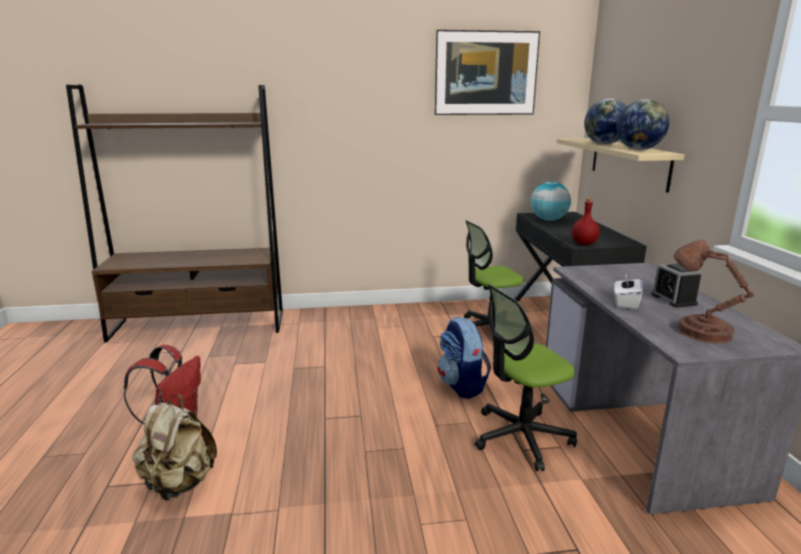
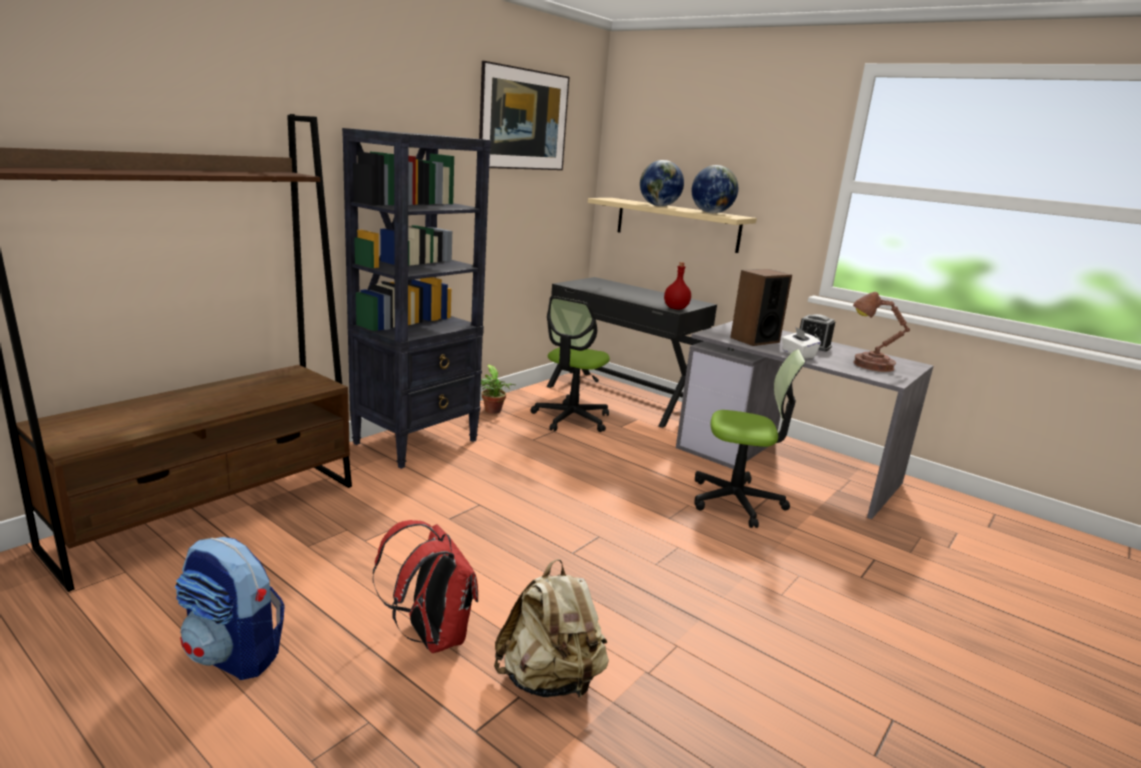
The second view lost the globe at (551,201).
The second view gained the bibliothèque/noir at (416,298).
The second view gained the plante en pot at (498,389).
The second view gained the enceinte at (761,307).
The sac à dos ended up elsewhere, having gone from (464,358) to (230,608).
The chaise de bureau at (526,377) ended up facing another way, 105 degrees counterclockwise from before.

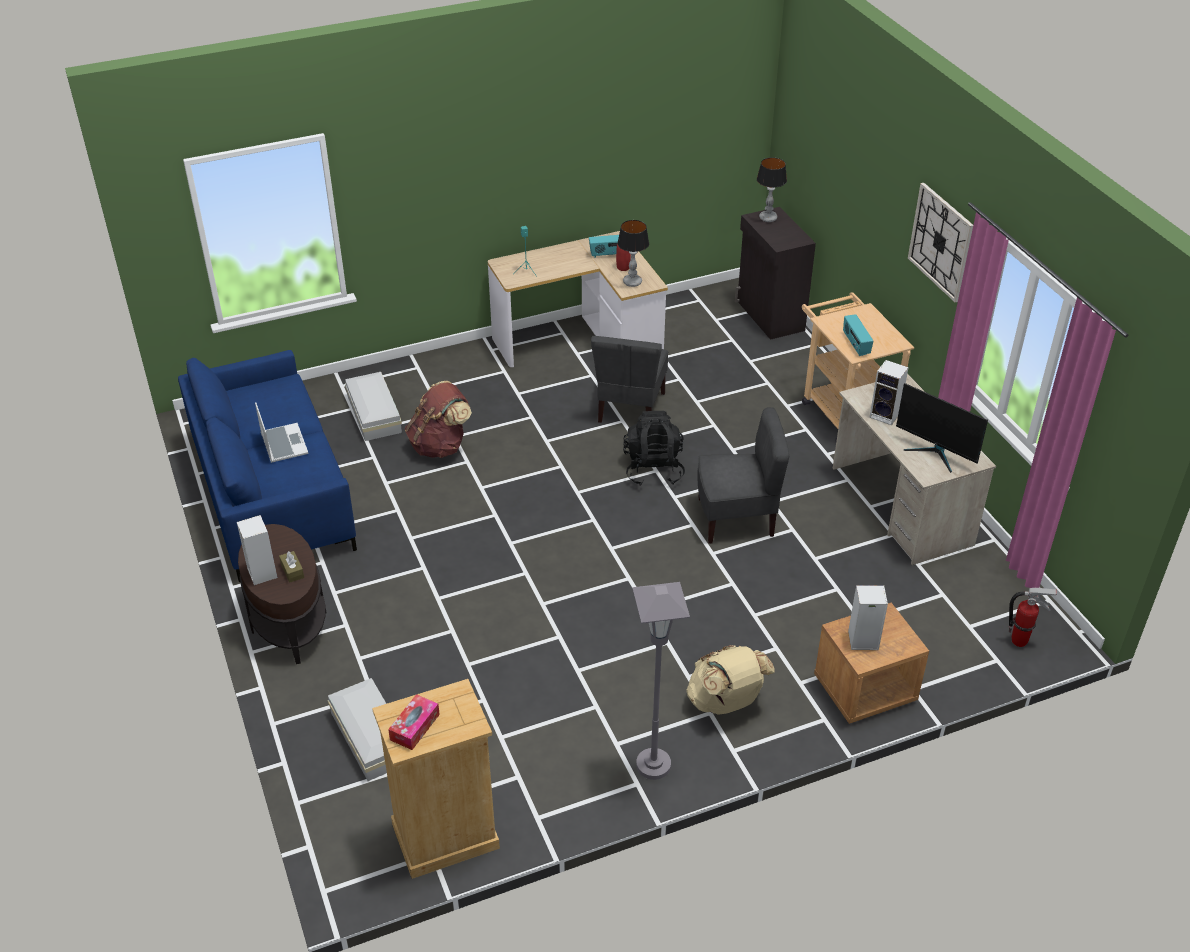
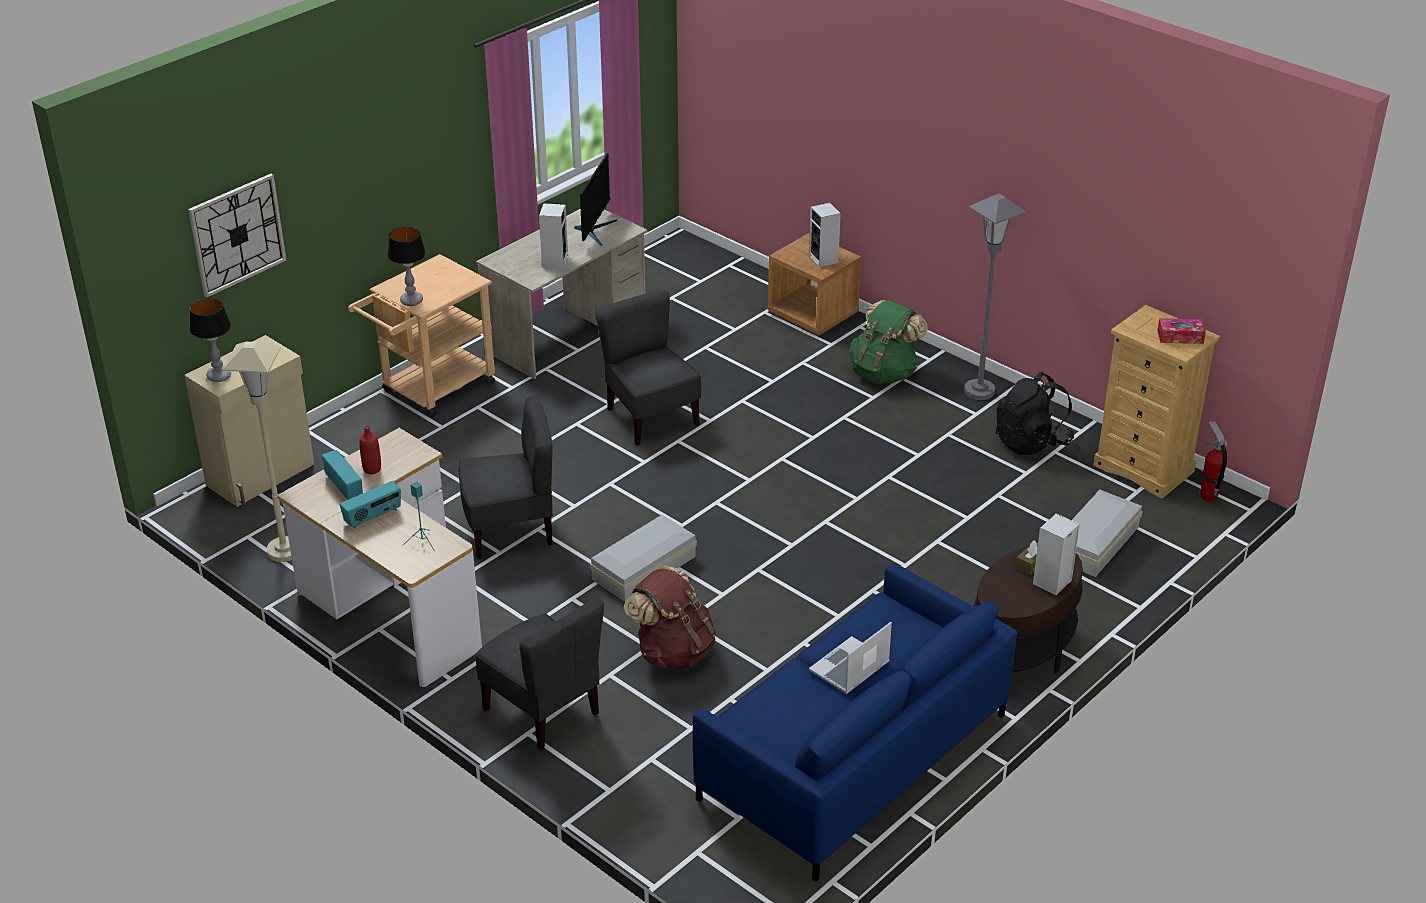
The second view gained the lampadaire/beige at (257,452).
The second view gained the chaise/gris at (539,674).
The boîte de rangement/blanc ended up elsewhere, having gone from (373,406) to (643,558).
The lampe de table ended up elsewhere, having gone from (633,253) to (407,266).
The sac à dos/noir ended up elsewhere, having gone from (654,448) to (1035,413).
The radio ended up elsewhere, having gone from (858,335) to (370,505).
The horloge murale ended up elsewhere, having gone from (940,242) to (237,236).
The extincteur ended up elsewhere, having gone from (1033,617) to (1213,461).
What was the sac à dos/beige at (730,680) turned into the sac à dos/vert at (888,342).
What was the meuble de rangement/noir at (775,273) turned into the meuble de rangement/beige at (249,421).

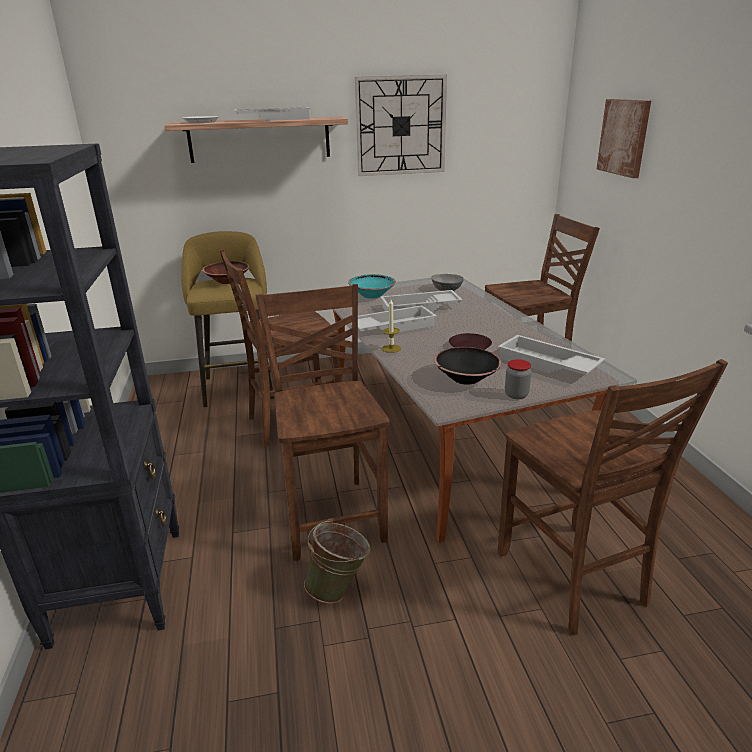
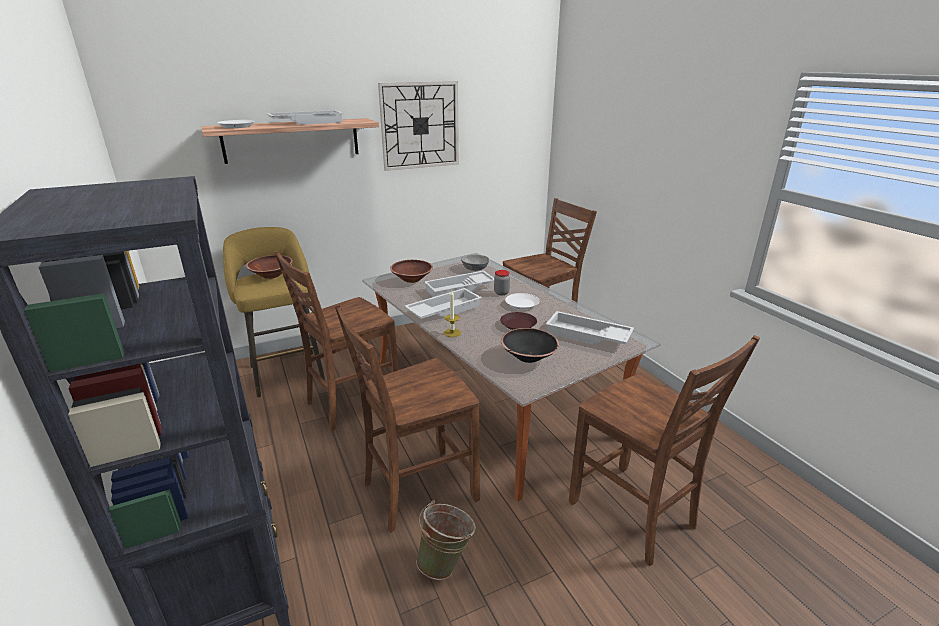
The second view lost the tableau at (624,138).
The second view gained the assiette/blanc at (522,301).
The bocal ended up elsewhere, having gone from (518,379) to (502,282).
What was the bol/turquoise at (372,286) turned into the bol/marron at (411,271).
The chaise/marron at (322,422) ended up facing another way, 90 degrees counterclockwise from before.

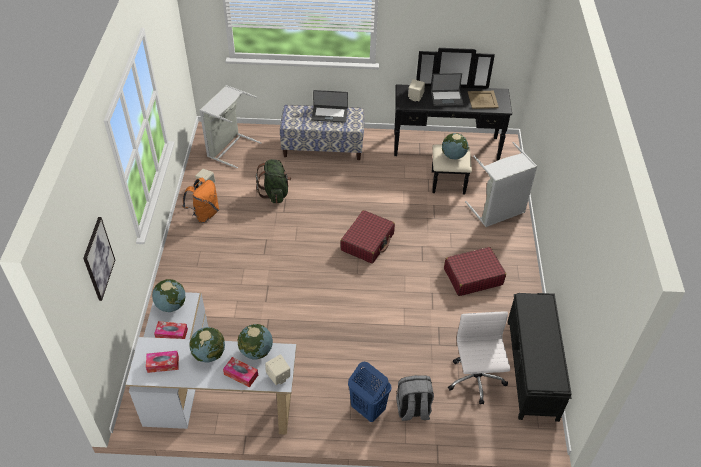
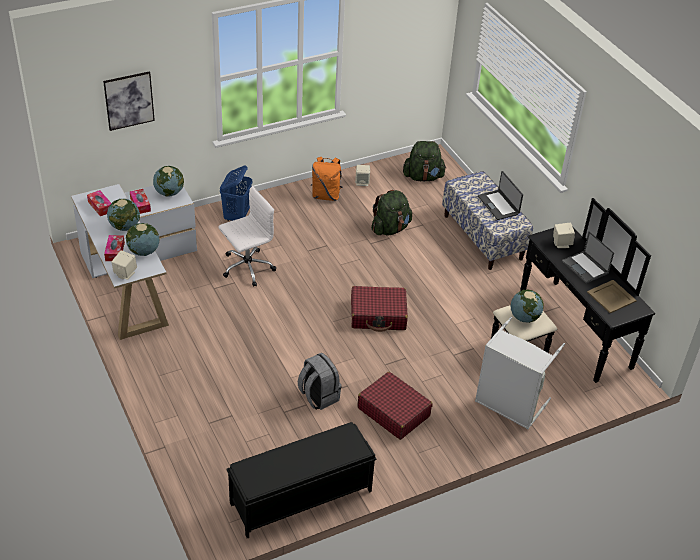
The panier à linge/bleu ended up elsewhere, having gone from (369,392) to (236,193).
The sac à dos/gris ended up elsewhere, having gone from (415,398) to (320,381).
The chaise de bureau/blanc ended up elsewhere, having gone from (479,357) to (247,236).
Where the panier à linge/gris stood at (230,126), the sac à dos/vert came to stand at (425,161).

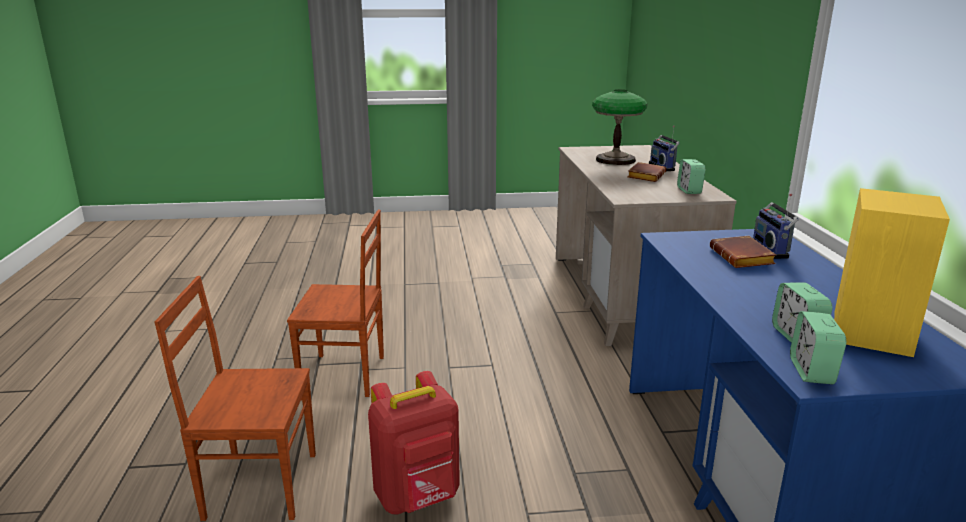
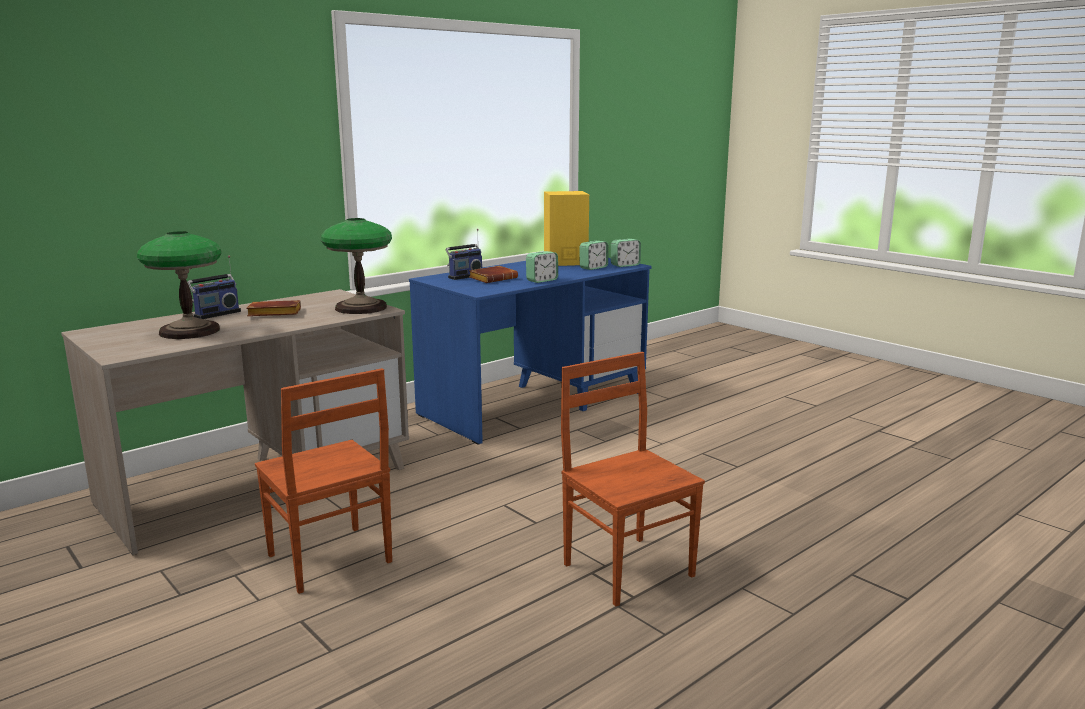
The second view lost the sac à dos/rouge at (414,442).
The second view gained the lampe de table at (356,266).
The chaise/marron ended up elsewhere, having gone from (235,398) to (323,481).
The réveil ended up elsewhere, having gone from (691,176) to (542,267).

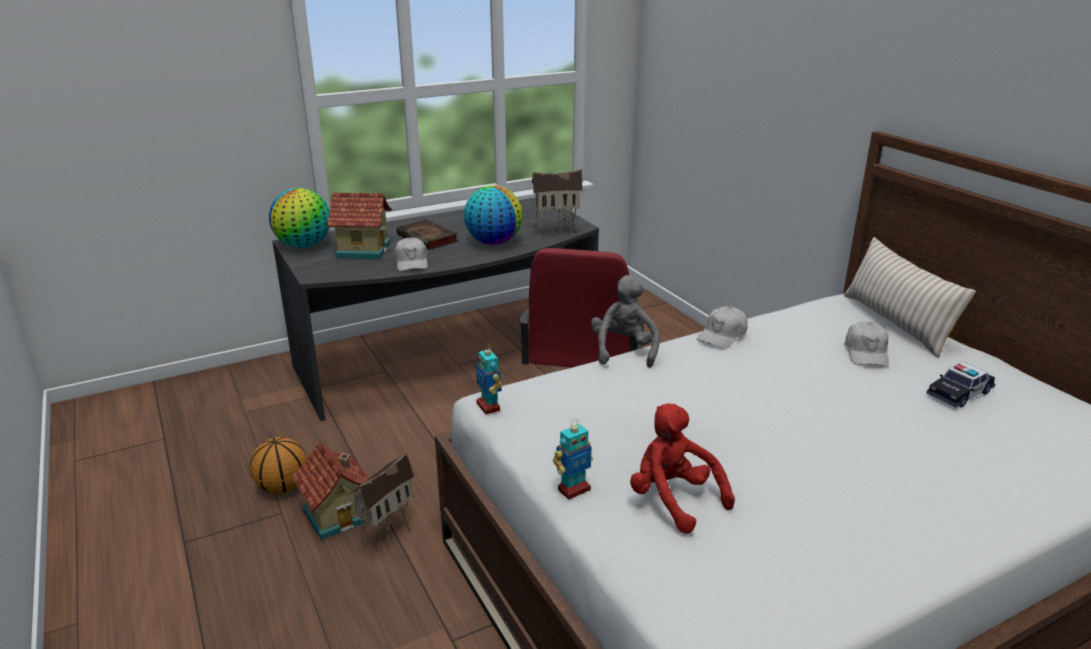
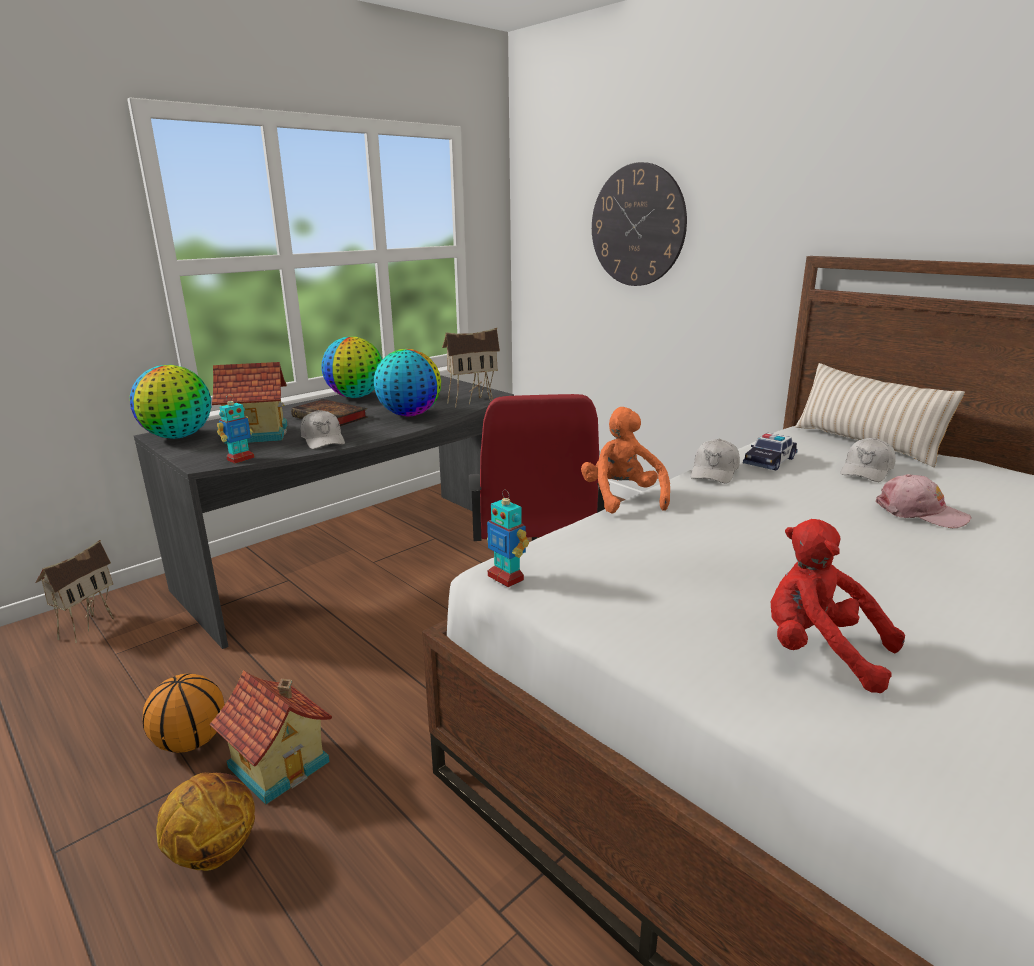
The second view gained the ballon de basket at (205,821).
The second view gained the globe at (352,367).
The second view gained the horloge murale at (639,224).
The second view gained the casquette/rose at (924,501).
The maison miniature ended up elsewhere, having gone from (381,505) to (74,591).
The robot jouet ended up elsewhere, having gone from (573,459) to (235,430).
The petite voiture ended up elsewhere, having gone from (960,385) to (770,452).
What was the peluche/gris at (625,321) turned into the peluche/orange at (625,460).
The casquette/blanc at (866,344) ended up facing another way, 45 degrees clockwise from before.

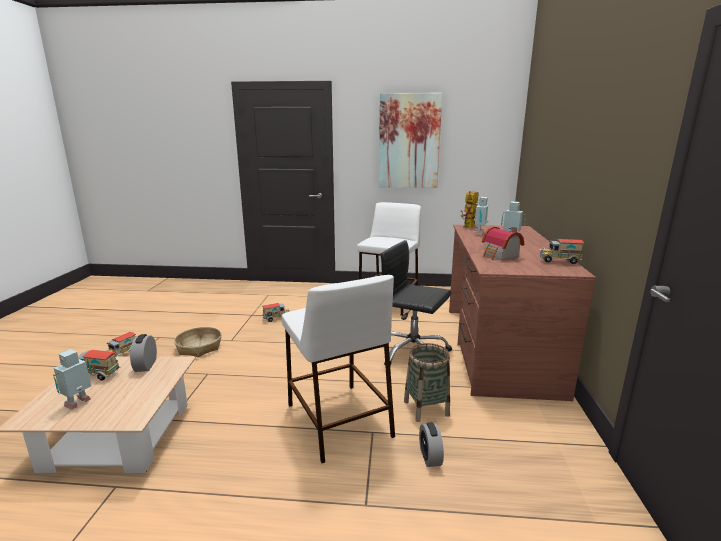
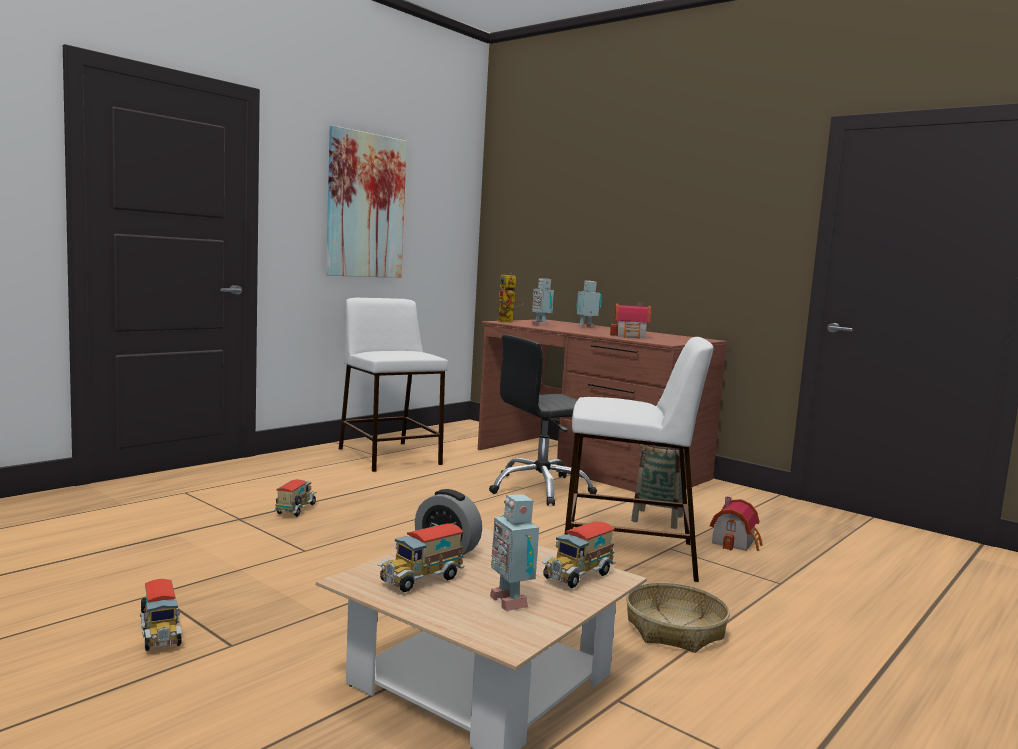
The panier ended up elsewhere, having gone from (198,342) to (678,617).
The camion jouet ended up elsewhere, having gone from (562,251) to (578,554).
Where the réveil stood at (431,444), the maison miniature came to stand at (736,523).

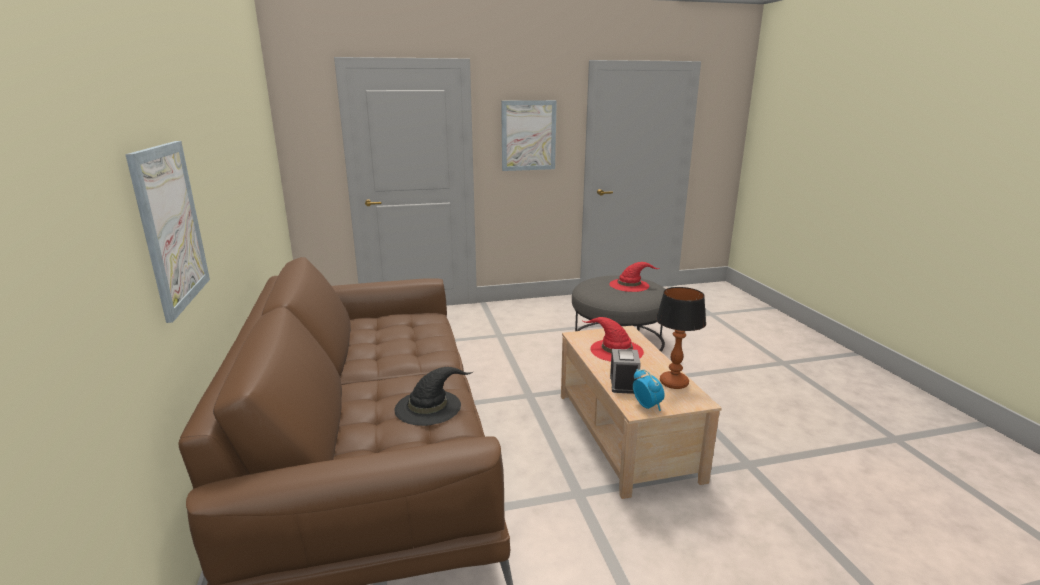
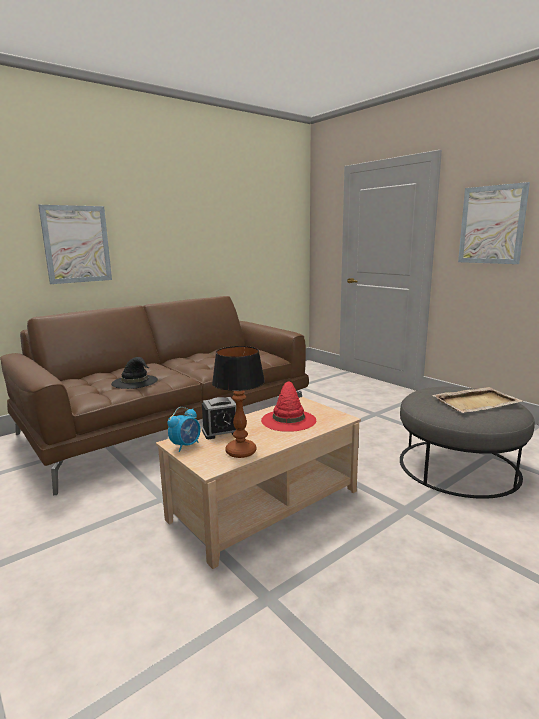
Where the chapeau/rouge stood at (634,277), the plateau/beige came to stand at (477,400).

